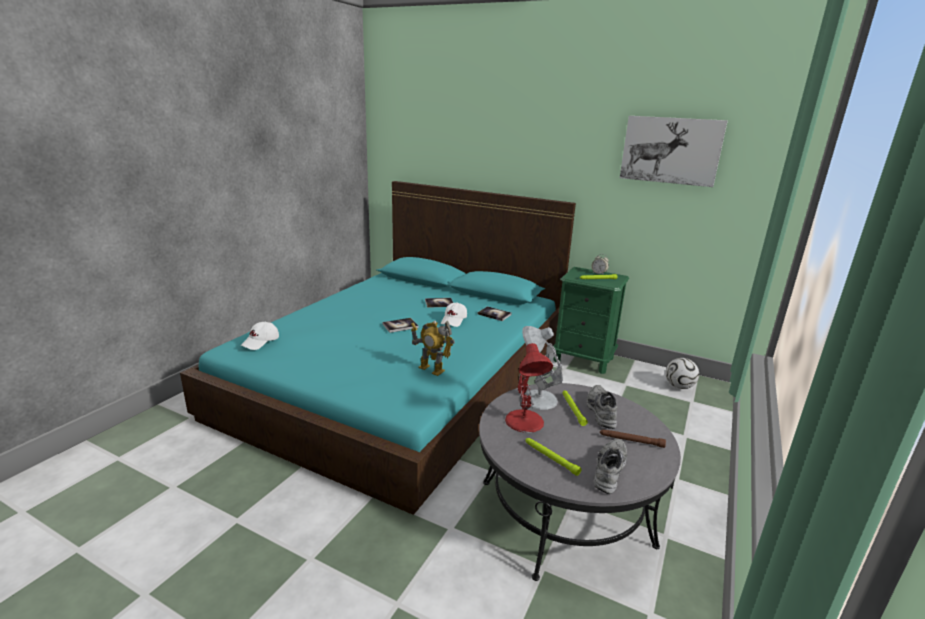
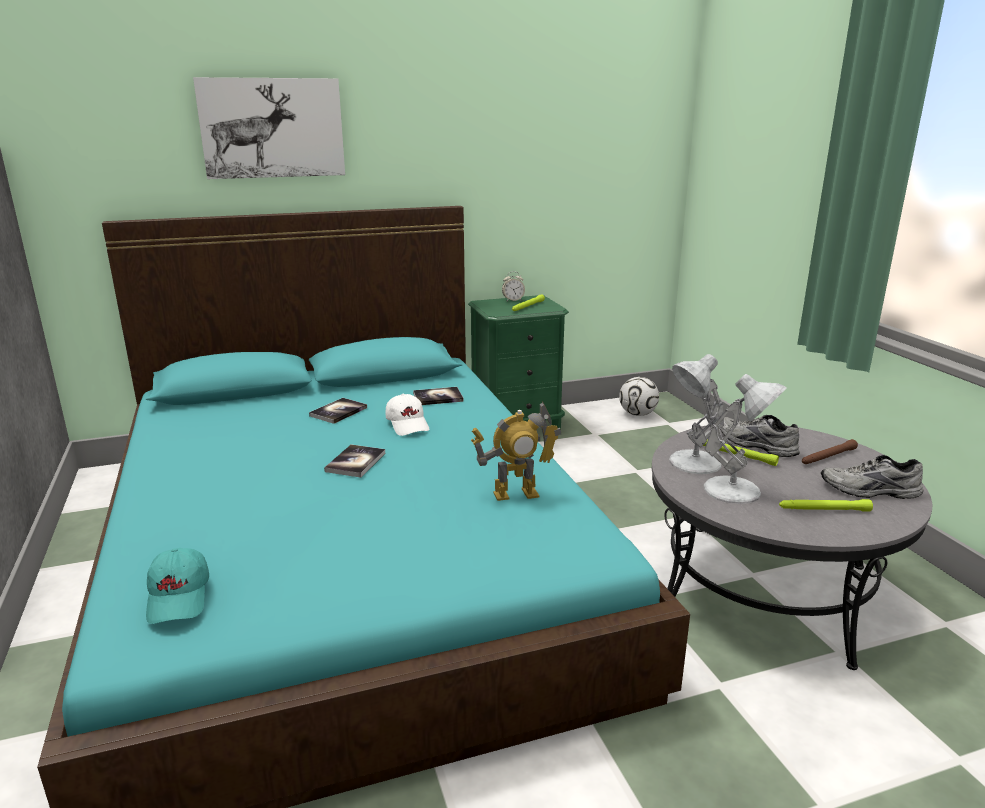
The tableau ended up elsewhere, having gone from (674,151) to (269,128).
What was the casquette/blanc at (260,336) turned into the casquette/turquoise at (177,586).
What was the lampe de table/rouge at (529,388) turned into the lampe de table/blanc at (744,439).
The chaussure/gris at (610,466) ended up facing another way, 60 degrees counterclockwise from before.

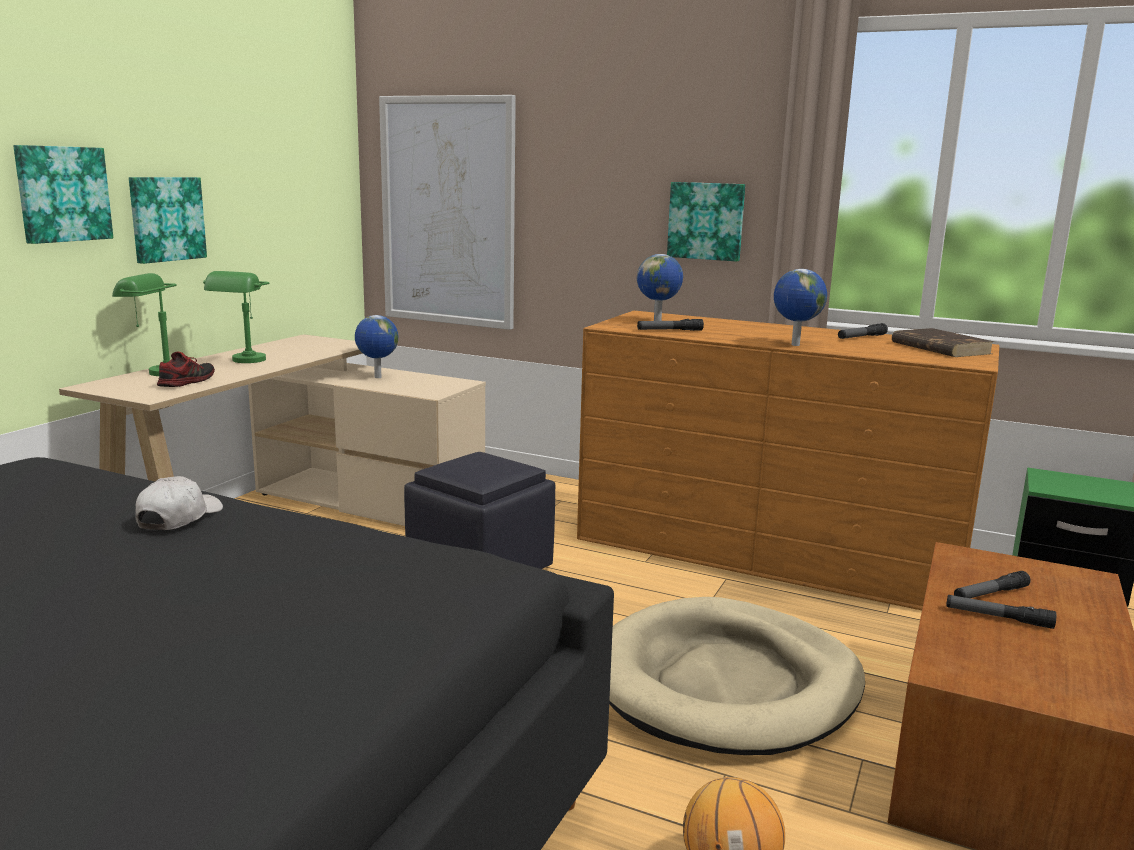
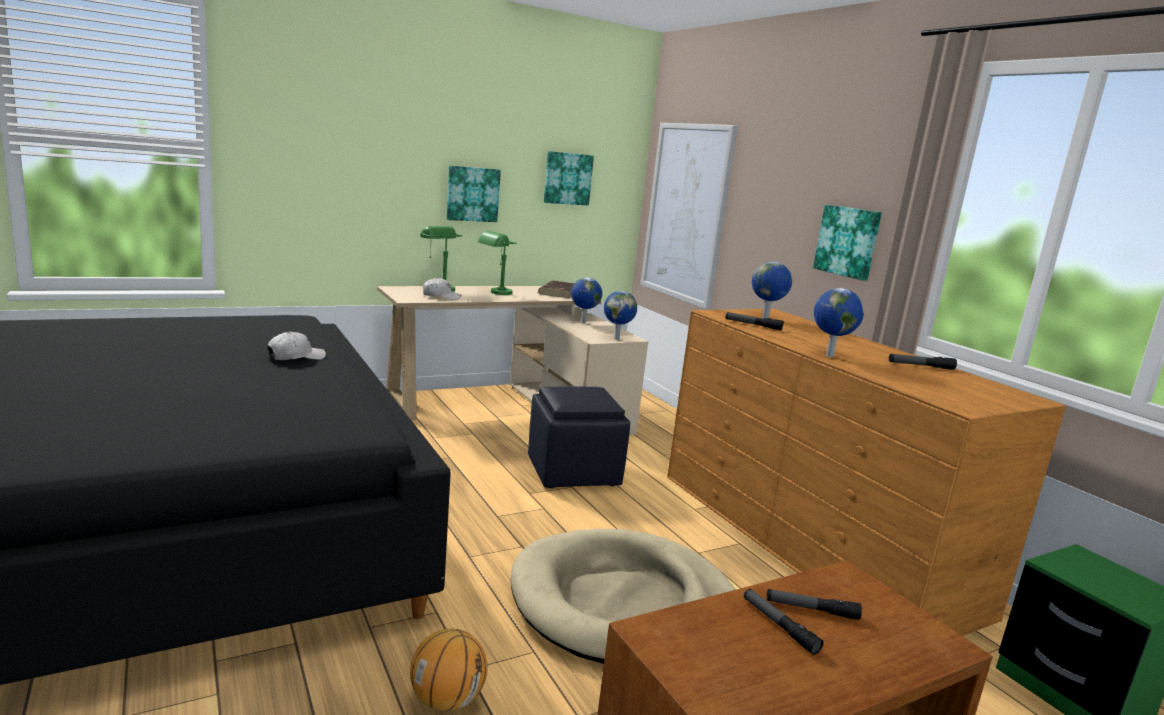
The second view gained the globe at (620,315).
The tableau ended up elsewhere, having gone from (63,194) to (569,178).
The livre/marron ended up elsewhere, having gone from (943,342) to (556,289).
Where the chaussure stood at (186,369), the casquette/blanc came to stand at (442,289).

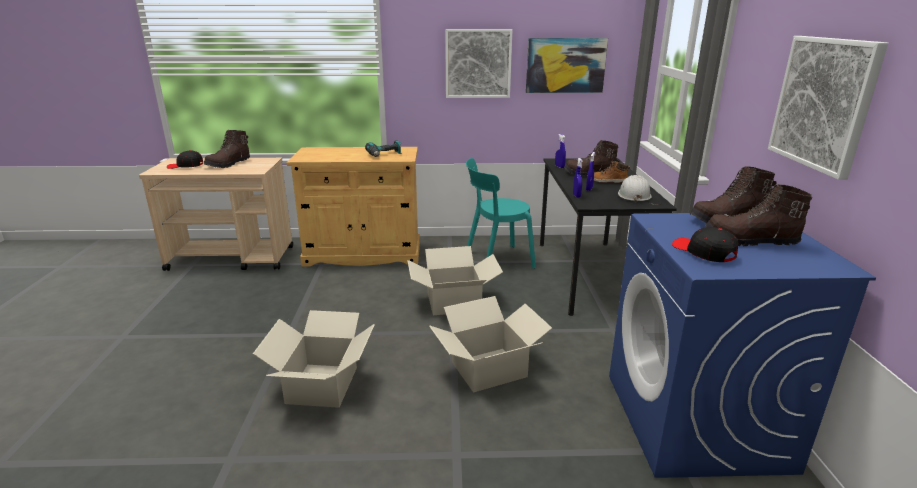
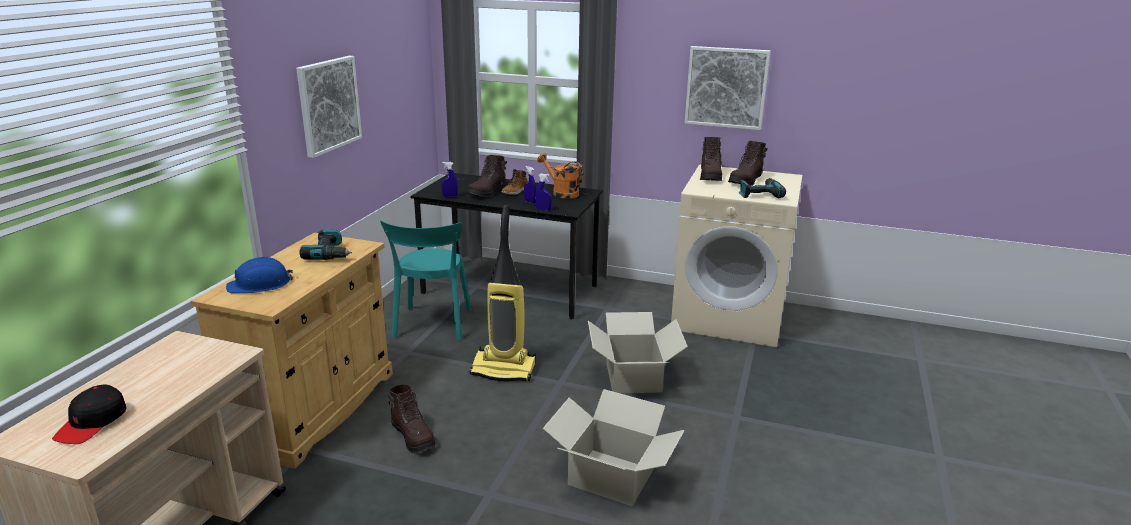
The second view lost the tableau at (567,65).
The second view gained the casque de chantier/bleu at (259,275).
The botte/marron ended up elsewhere, having gone from (227,149) to (411,418).
Where the carton stood at (455,280), the aspirateur came to stand at (502,293).
Where the casque de chantier/blanc stood at (635,189), the arrosoir/orange came to stand at (560,175).
Where the casquette/noir stood at (705,244), the perceuse came to stand at (762,188).
What was the lave-linge/bleu at (742,345) turned into the lave-linge/beige at (736,256).

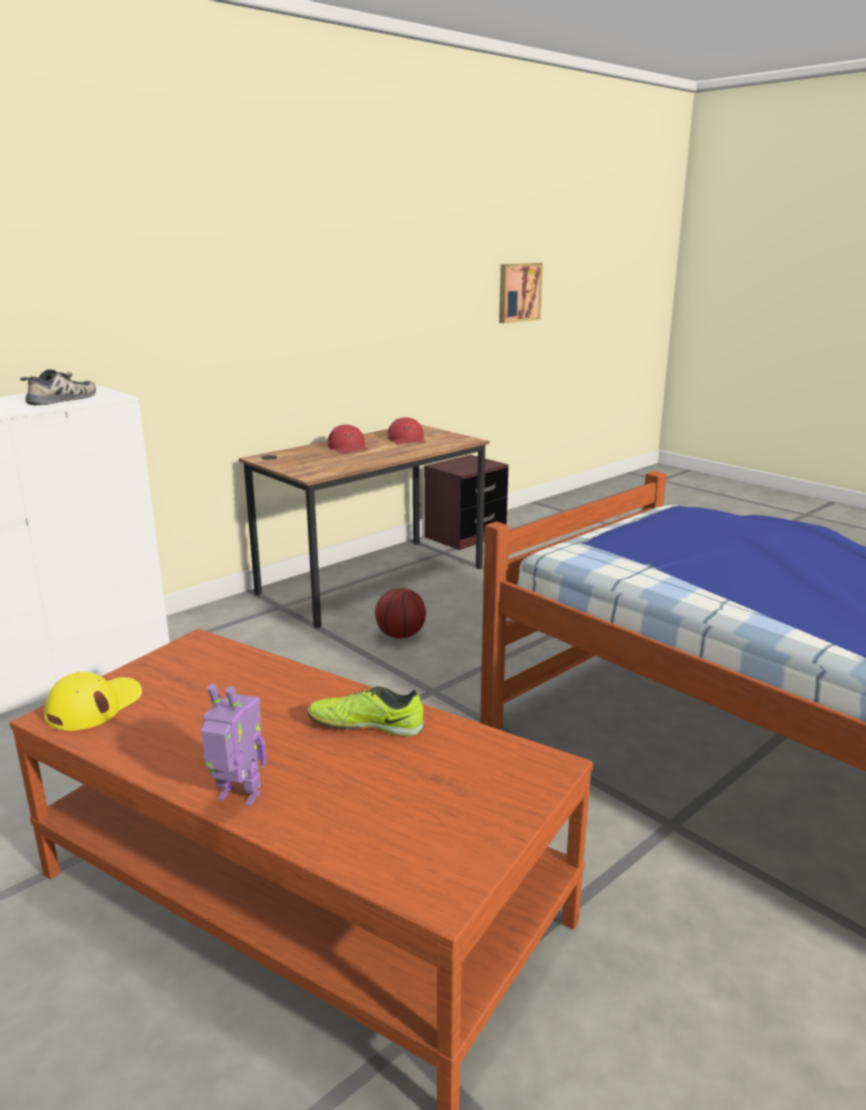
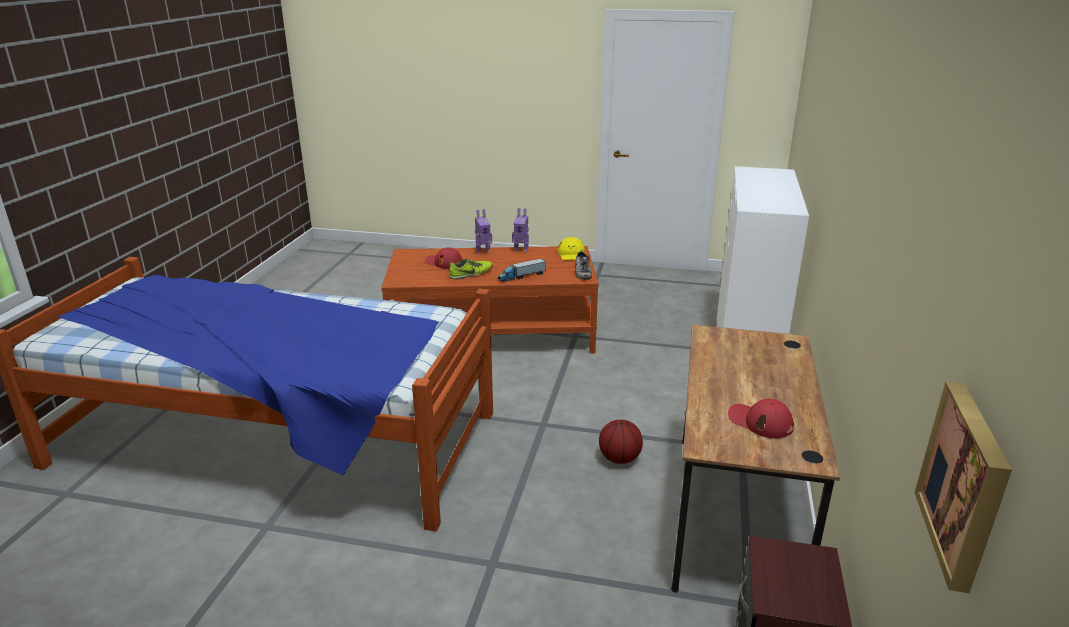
The second view gained the camion jouet at (521,270).
The second view gained the robot jouet at (520,230).
The chaussure ended up elsewhere, having gone from (58,387) to (583,265).
The casquette/rouge ended up elsewhere, having gone from (349,439) to (443,258).

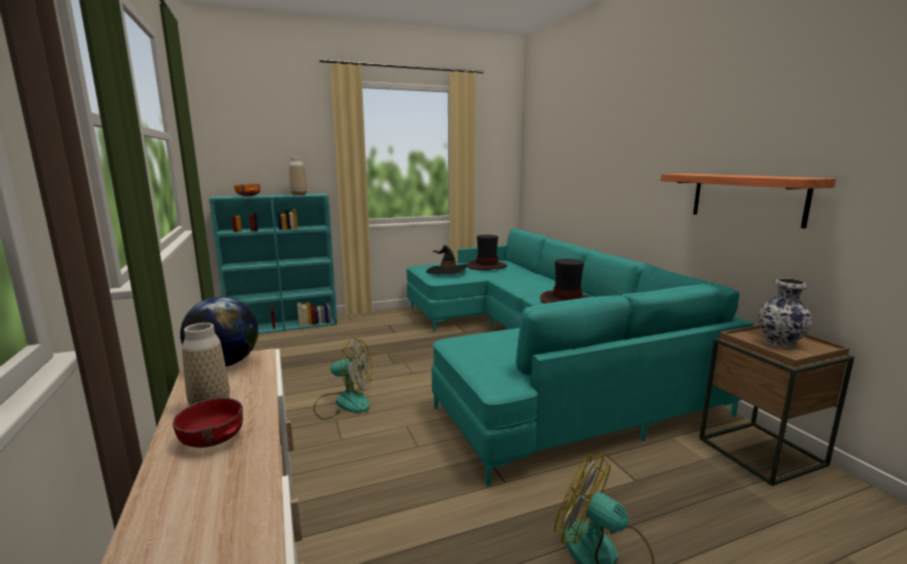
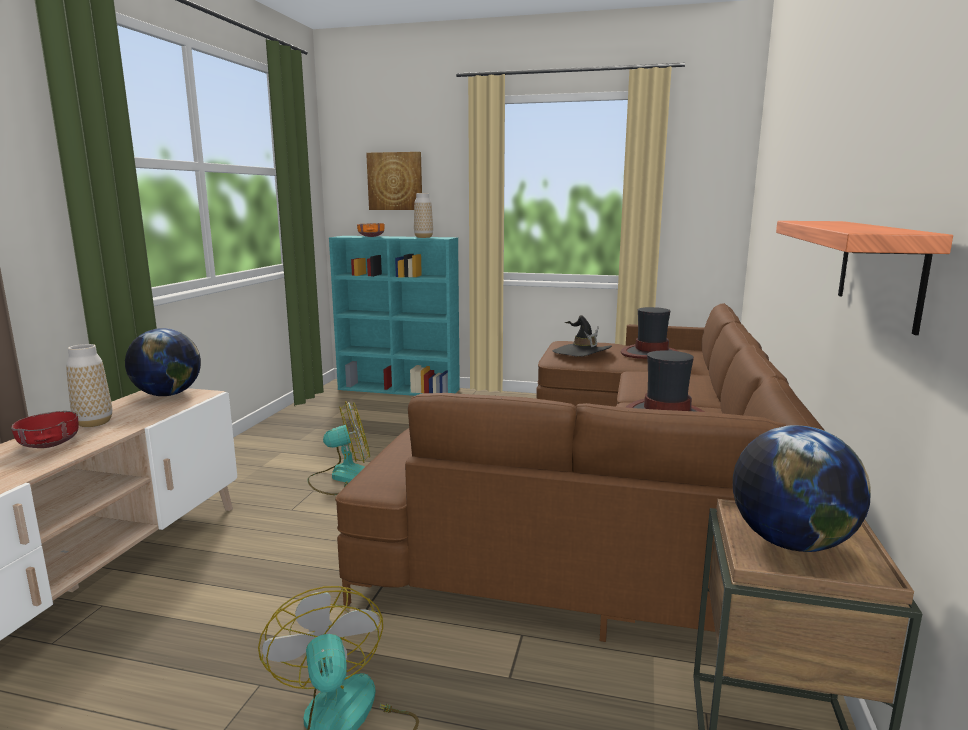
The second view gained the tableau at (394,181).
Where the vase stood at (785,313), the globe came to stand at (802,488).
What was the canapé/turquoise at (580,357) turned into the canapé/marron at (580,472).
The ventilateur at (342,379) ended up facing another way, 60 degrees counterclockwise from before.

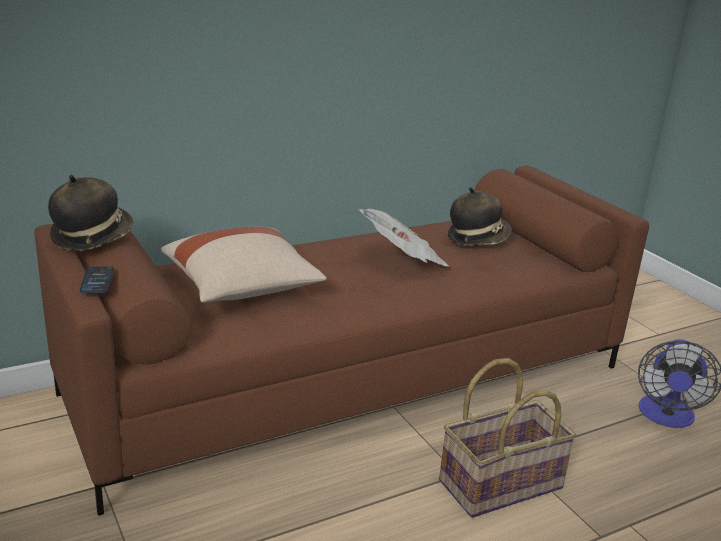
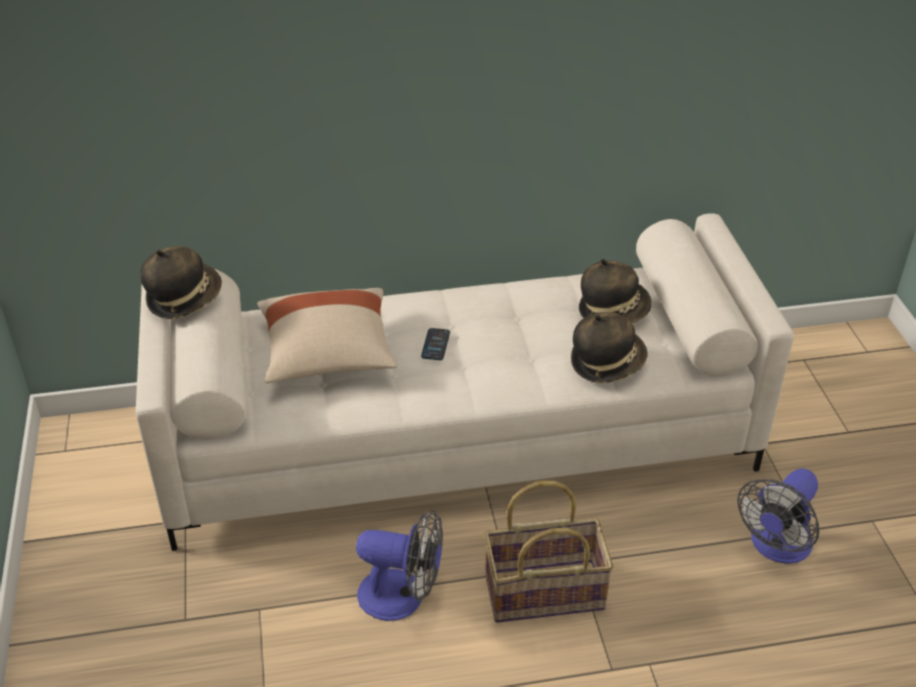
The second view lost the journal at (404,237).
The second view gained the ventilateur at (399,565).
The second view gained the chapeau at (609,347).
The téléphone ended up elsewhere, having gone from (97,279) to (435,344).
What was the canapé/marron at (341,341) turned into the canapé/blanc at (465,382).

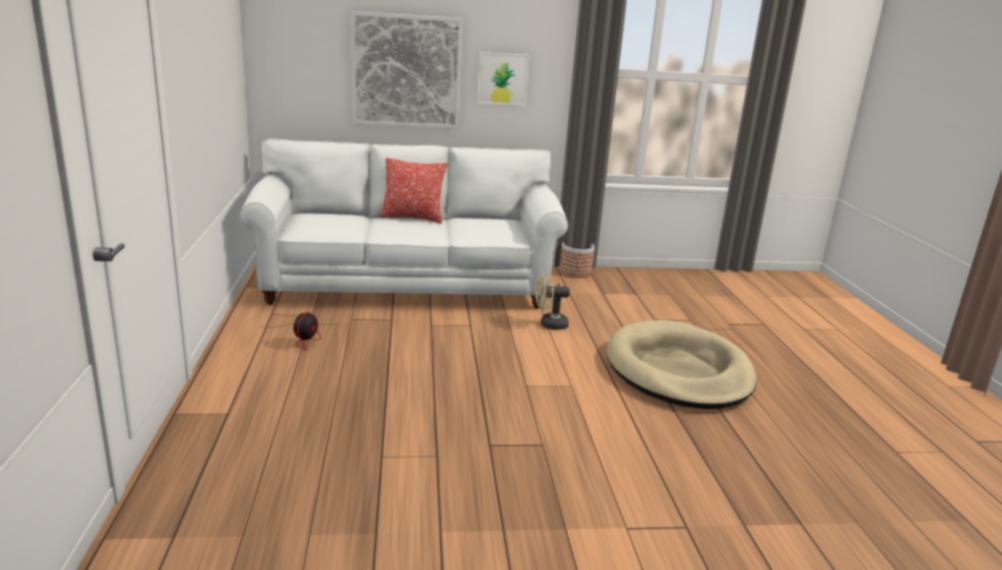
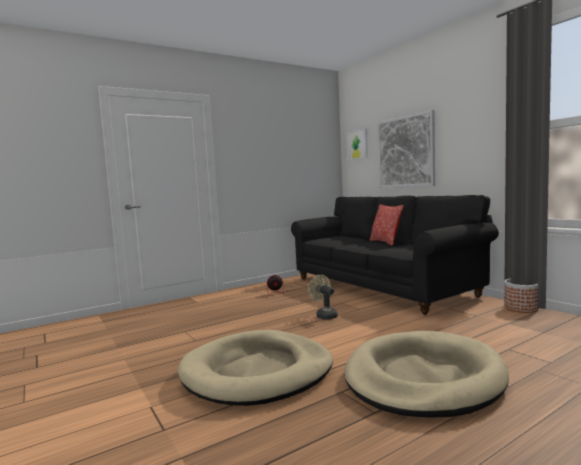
The second view gained the panier pour chien/beige at (255,368).
The tableau ended up elsewhere, having gone from (503,78) to (357,144).
The ventilateur/beige ended up elsewhere, having gone from (552,301) to (323,297).
What was the canapé/blanc at (404,223) turned into the canapé/noir at (395,255).

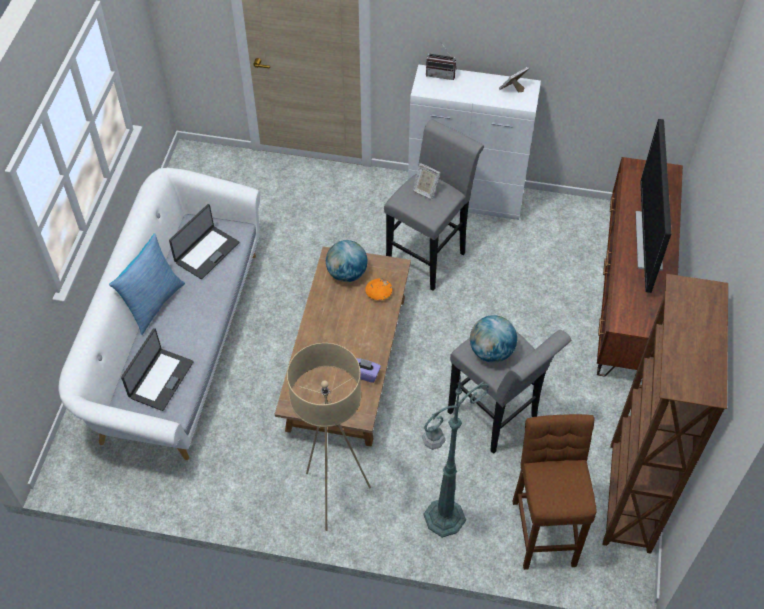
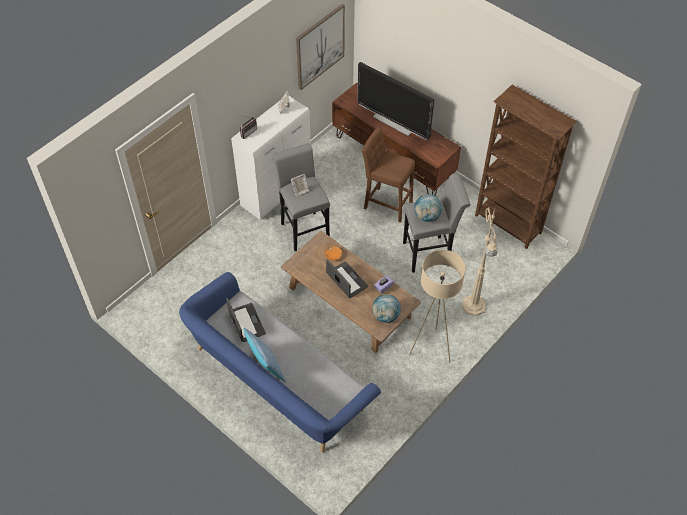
The second view gained the tableau at (320,47).
The ordinateur portable ended up elsewhere, having gone from (157,369) to (347,278).
The globe ended up elsewhere, having gone from (347,261) to (386,308).
The tabouret/marron ended up elsewhere, having gone from (554,492) to (388,175).
What was the canapé/blanc at (160,314) turned into the canapé/bleu at (280,362).
What was the lampadaire/vert at (455,456) turned into the lampadaire/beige at (479,260).

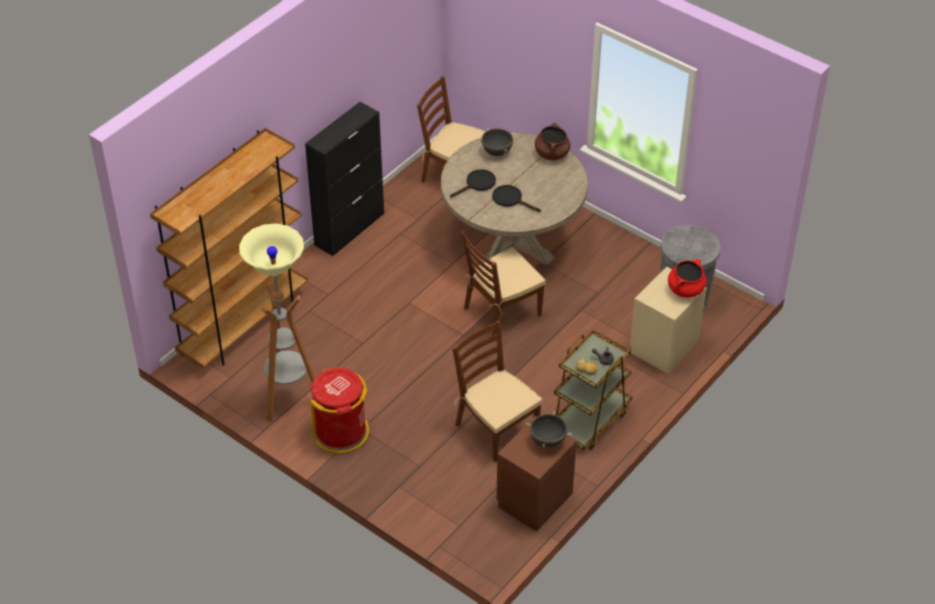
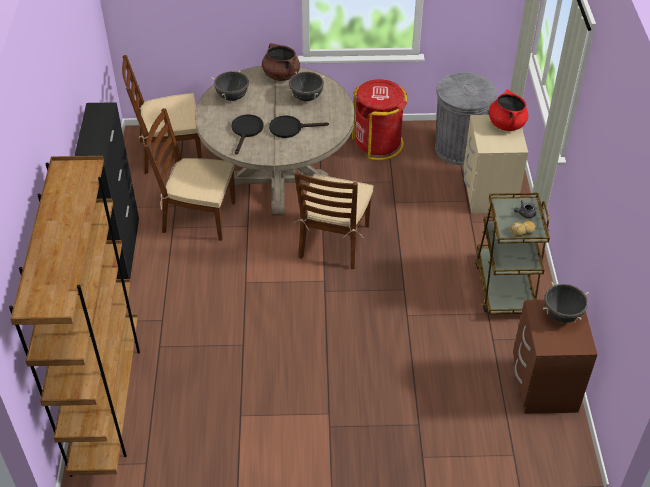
The second view lost the lampadaire at (277,322).
The second view gained the marmite/noir at (306,86).
The poubelle/rouge ended up elsewhere, having gone from (339,410) to (379,120).
The chaise/marron ended up elsewhere, having gone from (497,391) to (190,174).

